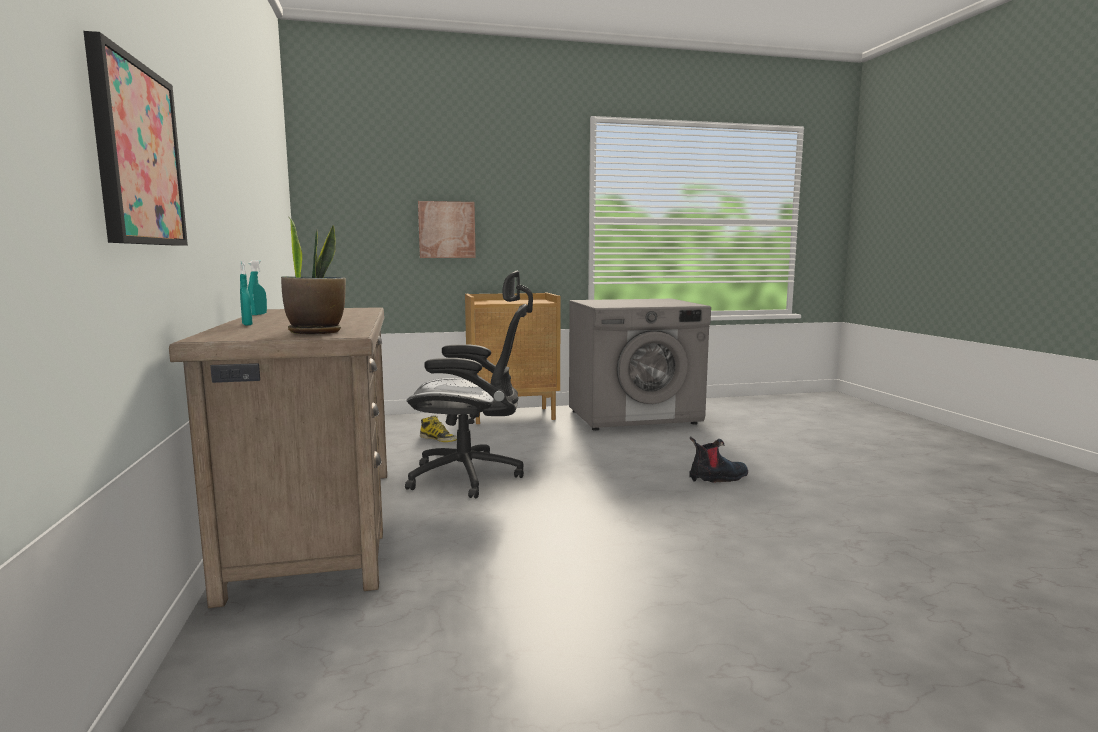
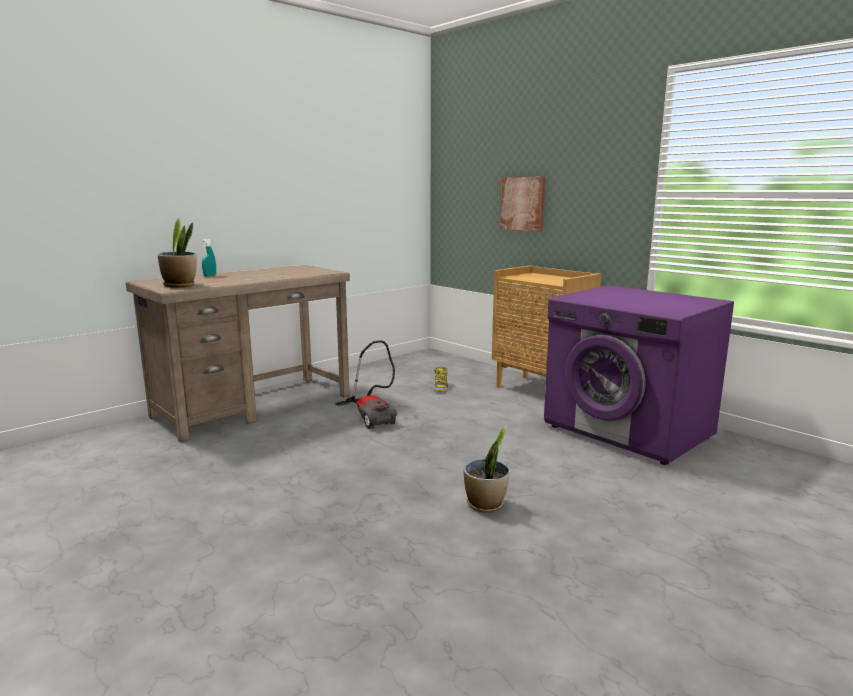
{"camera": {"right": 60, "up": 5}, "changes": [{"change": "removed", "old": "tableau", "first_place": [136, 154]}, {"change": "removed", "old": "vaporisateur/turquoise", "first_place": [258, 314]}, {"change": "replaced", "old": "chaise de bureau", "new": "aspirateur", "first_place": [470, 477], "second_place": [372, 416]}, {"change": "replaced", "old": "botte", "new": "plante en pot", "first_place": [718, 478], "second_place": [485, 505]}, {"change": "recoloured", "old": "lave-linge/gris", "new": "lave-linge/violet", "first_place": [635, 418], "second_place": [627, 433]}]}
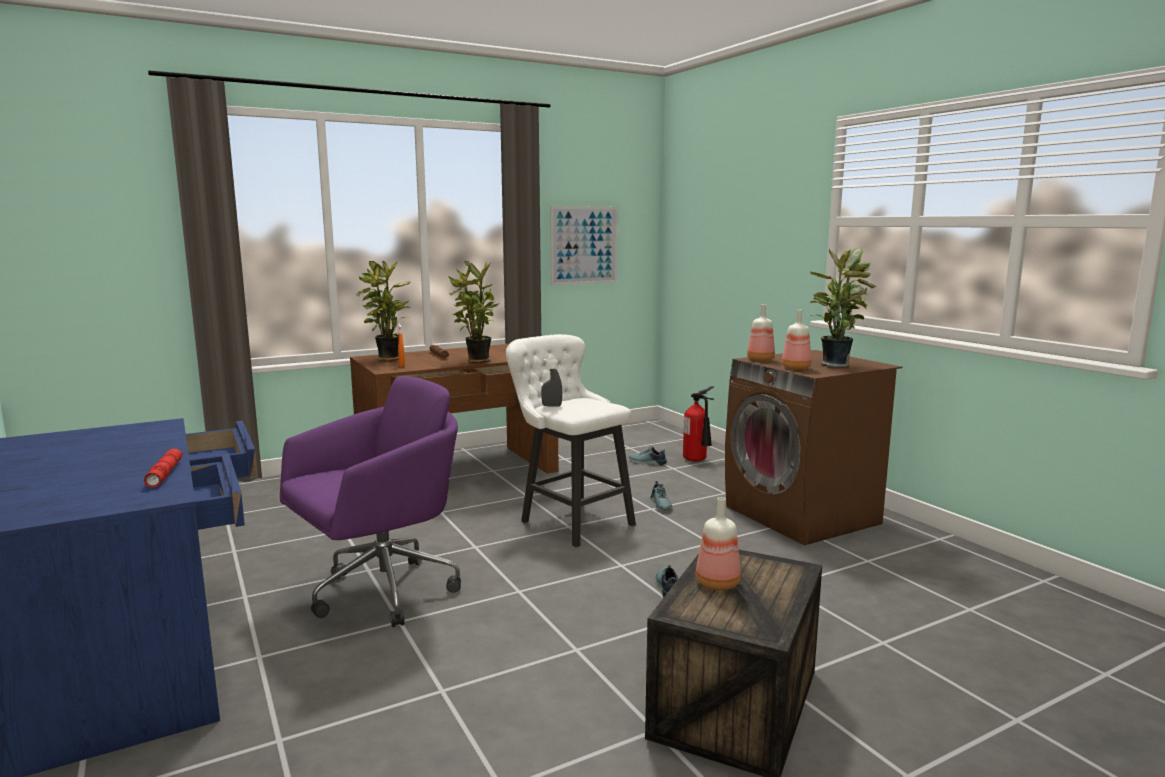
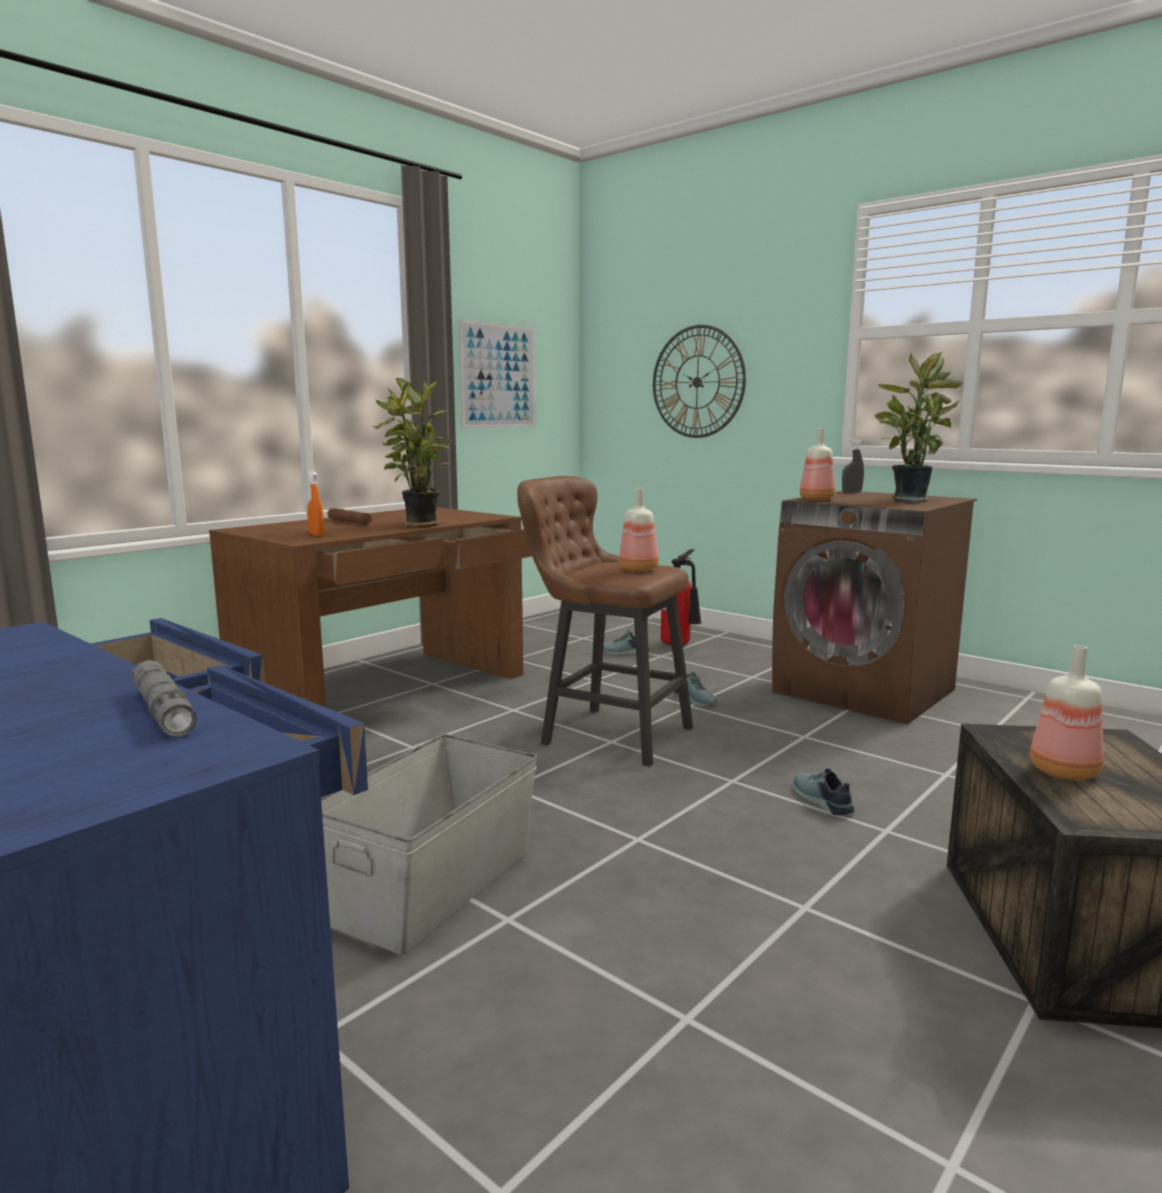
{"camera": {"right": -20, "up": 0}, "changes": [{"change": "removed", "old": "plante en pot", "first_place": [388, 359]}, {"change": "added", "new": "horloge murale", "second_place": [697, 382]}, {"change": "moved", "old": "vaporisateur/gris", "first_place": [551, 406], "second_place": [851, 492]}, {"change": "moved", "old": "bouteille", "first_place": [796, 368], "second_place": [638, 569]}, {"change": "replaced", "old": "chaise de bureau/violet", "new": "boîte de rangement/gris", "first_place": [378, 595], "second_place": [435, 885]}, {"change": "recoloured", "old": "lampe de poche/rouge", "new": "lampe de poche/gris", "first_place": [165, 474], "second_place": [163, 710]}, {"change": "recoloured", "old": "tabouret/blanc", "new": "tabouret/marron", "first_place": [569, 519], "second_place": [601, 732]}]}
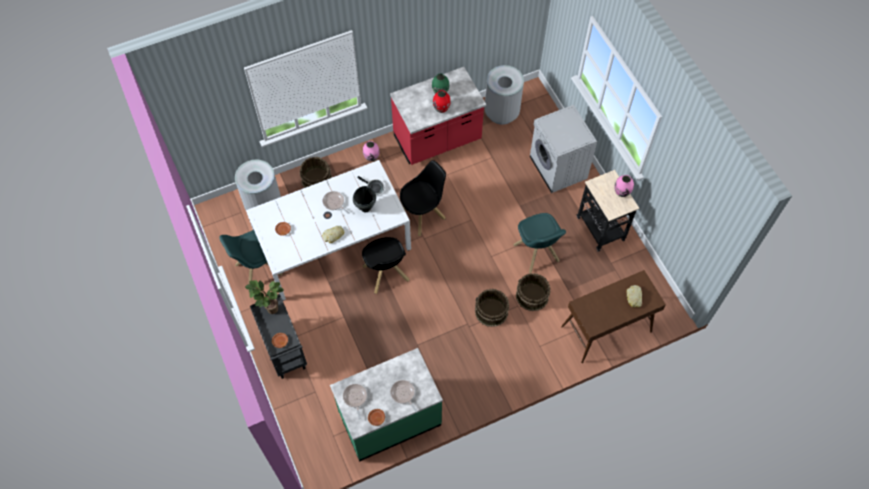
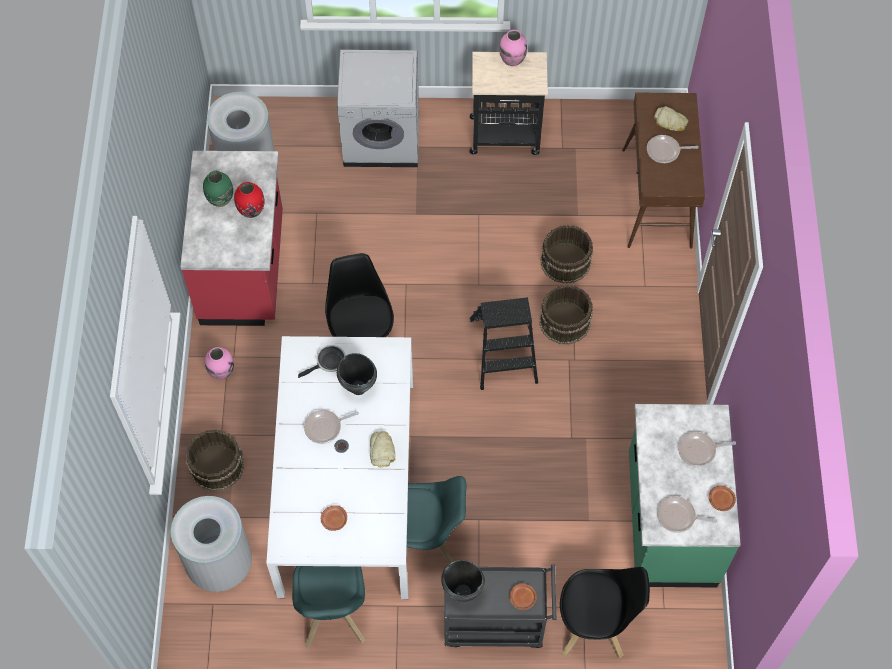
{"camera": {"right": -65, "up": 0}, "changes": [{"change": "added", "new": "escabeau/noir", "second_place": [503, 350]}, {"change": "added", "new": "poêle", "second_place": [665, 151]}, {"change": "moved", "old": "chaise/noir", "first_place": [386, 274], "second_place": [594, 625]}, {"change": "moved", "old": "chaise/turquoise", "first_place": [536, 253], "second_place": [426, 541]}, {"change": "replaced", "old": "plante en pot", "new": "marmite/noir", "first_place": [271, 310], "second_place": [462, 593]}]}
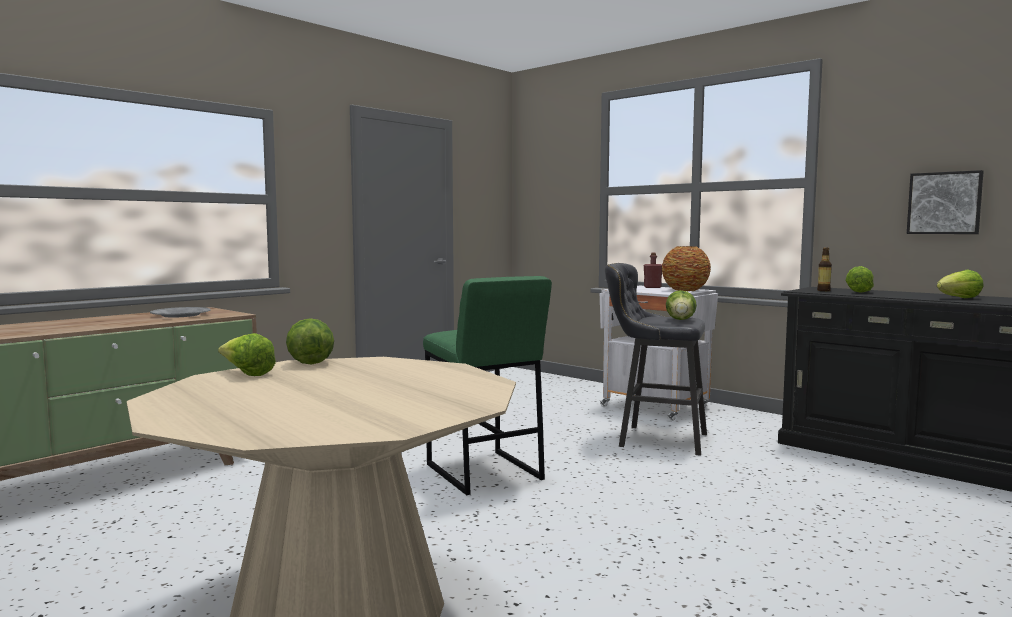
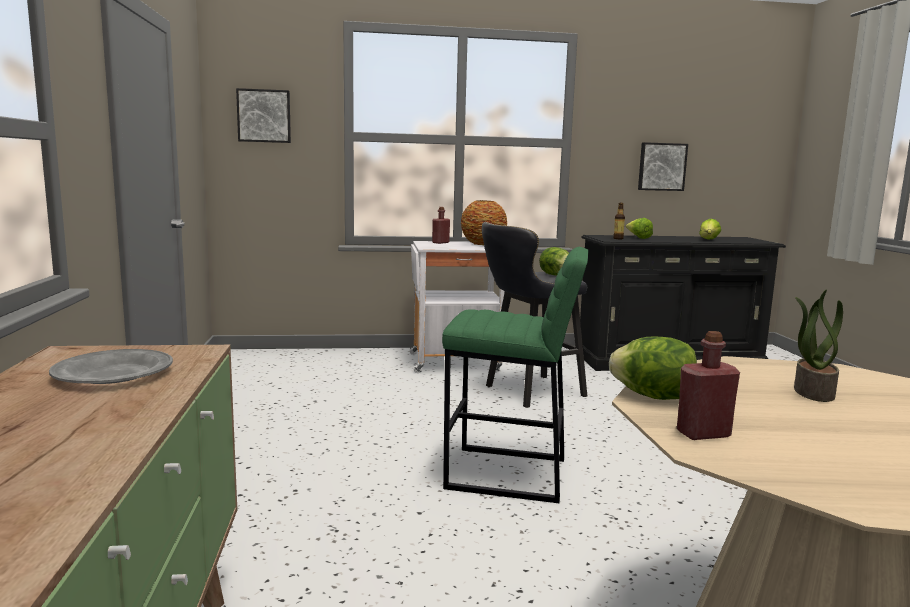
{"camera": {"right": -50, "up": 5}, "changes": [{"change": "added", "new": "tableau", "second_place": [264, 116]}, {"change": "added", "new": "plante en pot", "second_place": [812, 392]}, {"change": "replaced", "old": "laitue", "new": "bouteille/rouge", "first_place": [246, 374], "second_place": [703, 434]}]}
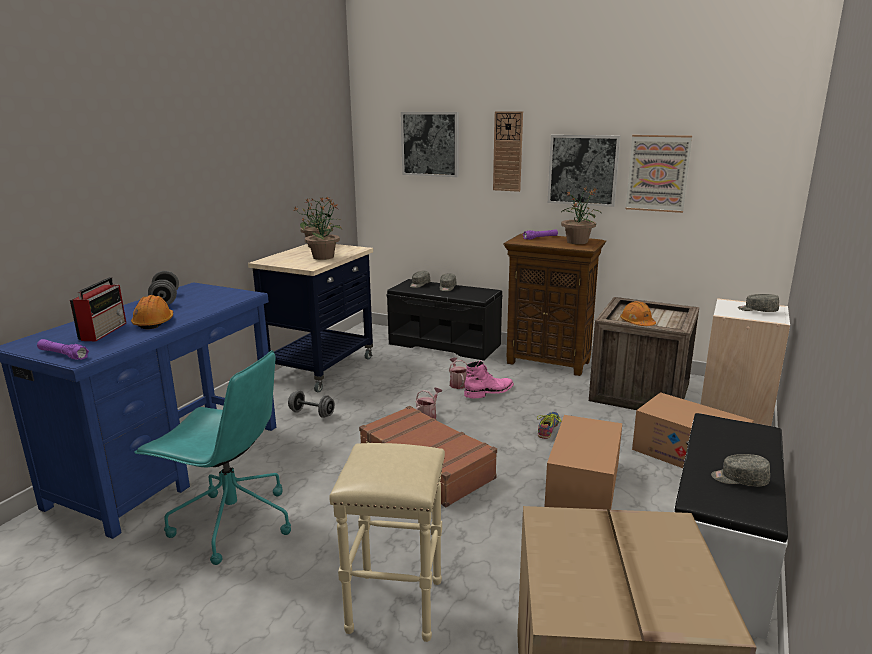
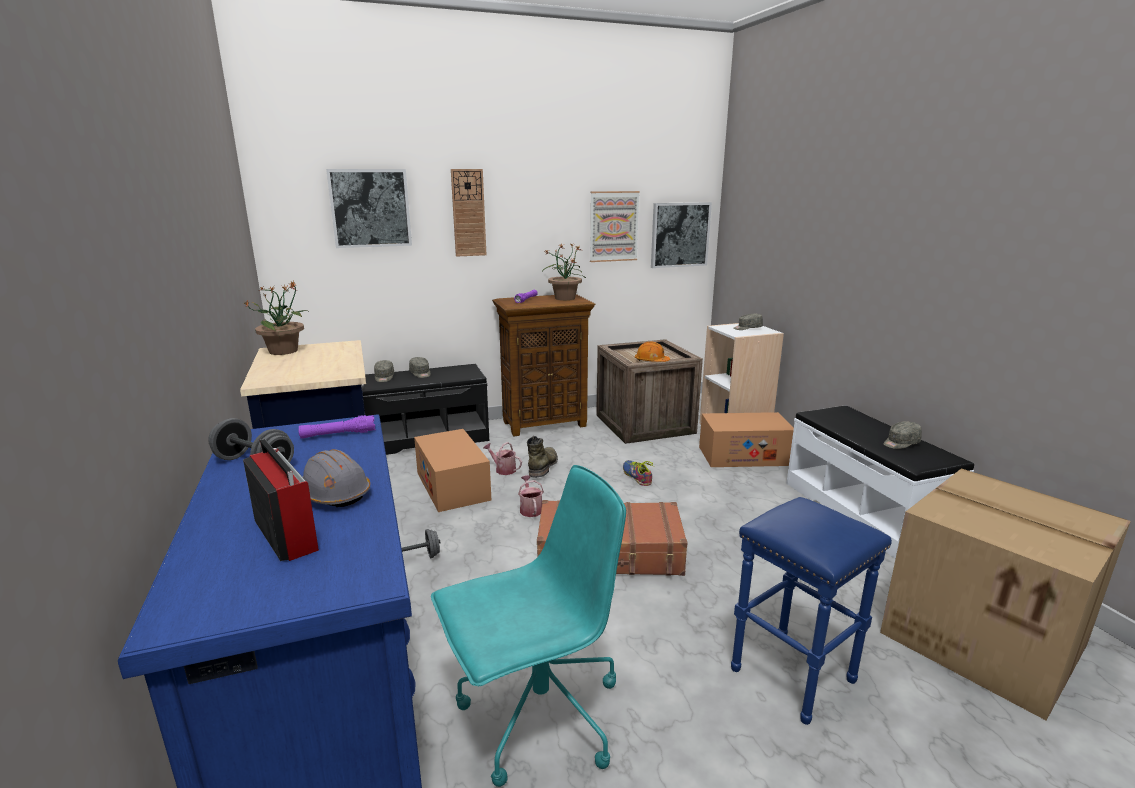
{"camera": {"right": -45, "up": 0}, "changes": [{"change": "removed", "old": "plante en pot", "first_place": [324, 257]}, {"change": "moved", "old": "lampe de poche/violet", "first_place": [63, 355], "second_place": [338, 434]}, {"change": "moved", "old": "carton", "first_place": [583, 484], "second_place": [453, 486]}, {"change": "moved", "old": "tableau", "first_place": [583, 170], "second_place": [680, 234]}, {"change": "recoloured", "old": "casque de chantier/orange", "new": "casque de chantier/gris", "first_place": [154, 322], "second_place": [334, 494]}, {"change": "recoloured", "old": "tabouret/beige", "new": "tabouret/bleu", "first_place": [393, 606], "second_place": [793, 677]}, {"change": "recoloured", "old": "botte/rose", "new": "botte/vert", "first_place": [489, 392], "second_place": [543, 466]}]}
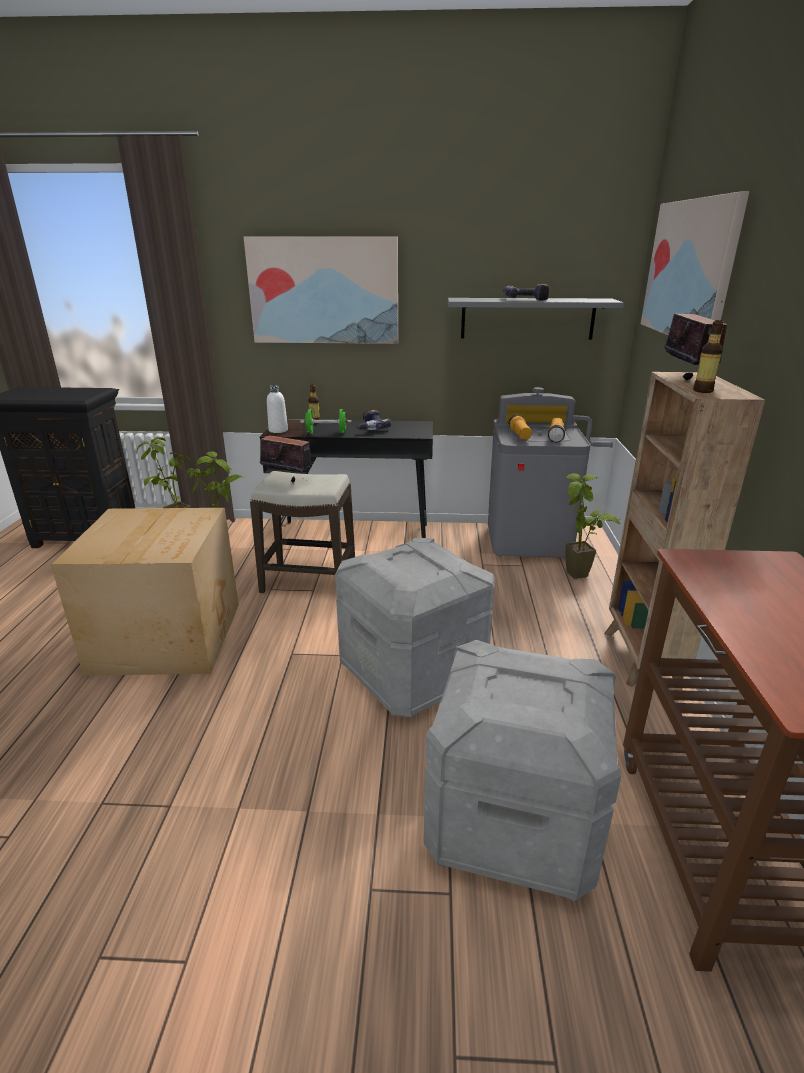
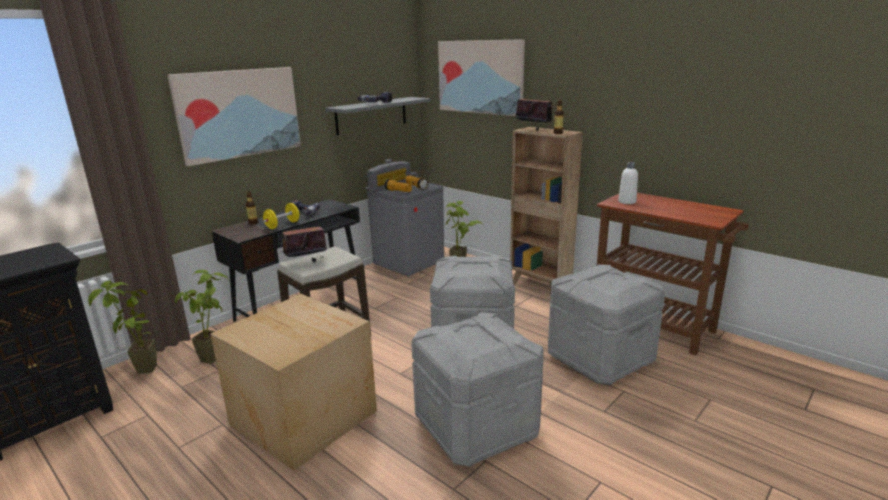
{"camera": {"right": -50, "up": -5}, "changes": [{"change": "added", "new": "boîte de rangement/gris", "second_place": [477, 428]}, {"change": "moved", "old": "bouteille/blanc", "first_place": [278, 430], "second_place": [627, 202]}, {"change": "recoloured", "old": "haltère/vert", "new": "haltère/jaune", "first_place": [326, 433], "second_place": [282, 225]}]}
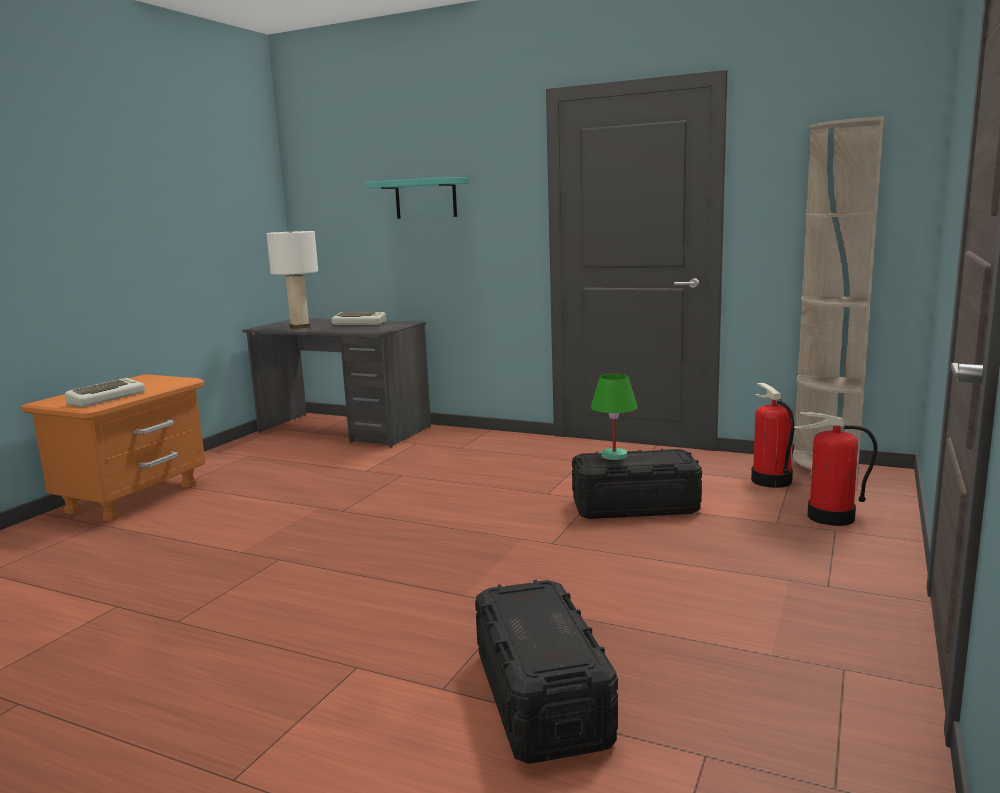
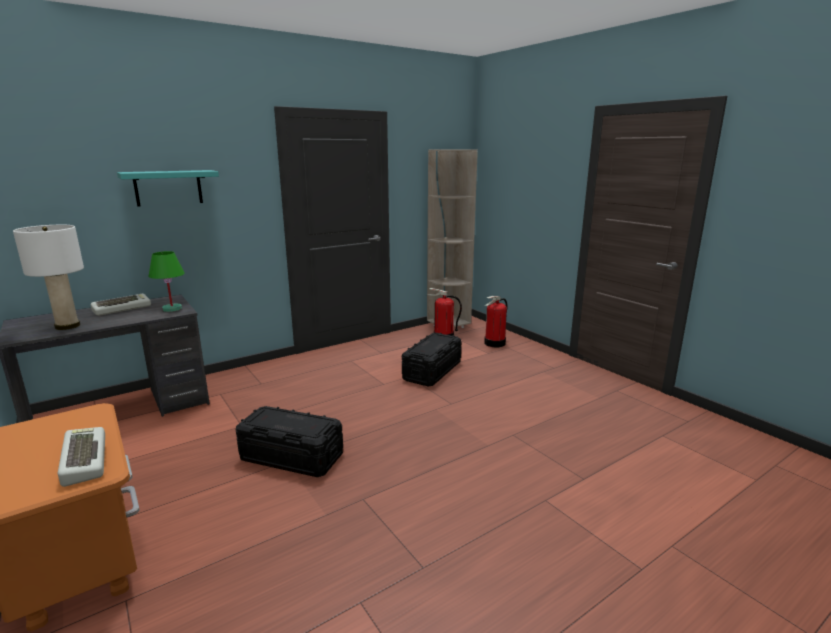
{"camera": {"right": -60, "up": 5}, "changes": [{"change": "moved", "old": "boîte de rangement/noir", "first_place": [541, 697], "second_place": [291, 457]}, {"change": "moved", "old": "lampe de table/vert", "first_place": [614, 455], "second_place": [172, 308]}]}
